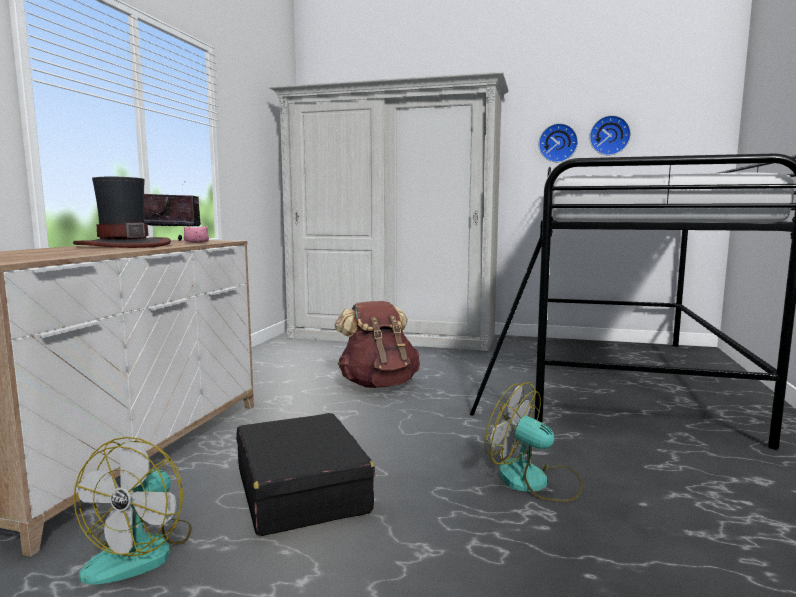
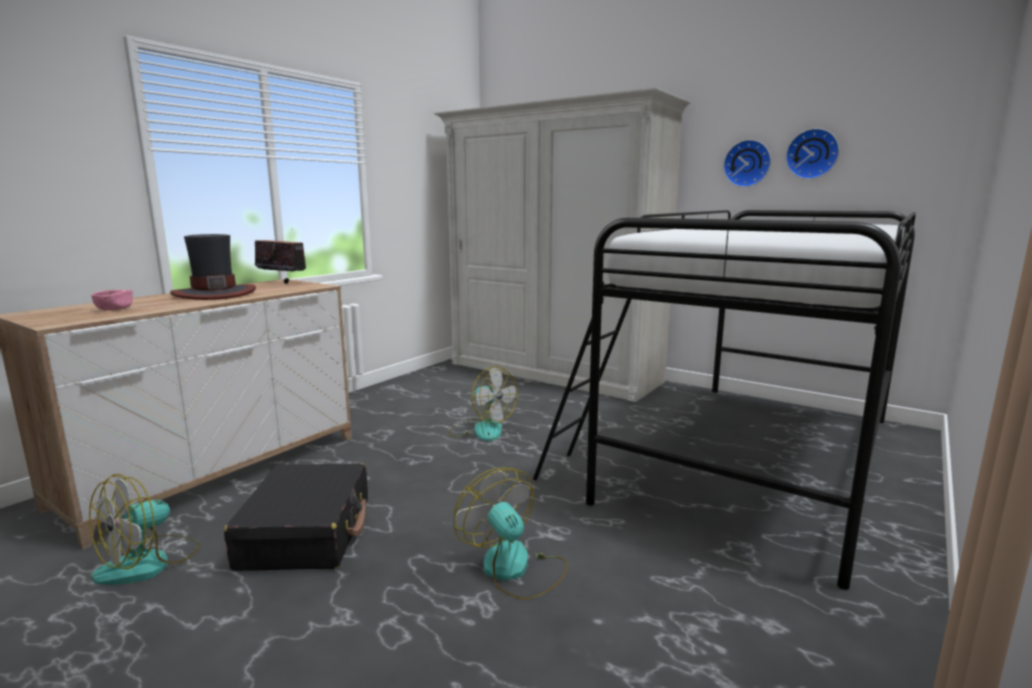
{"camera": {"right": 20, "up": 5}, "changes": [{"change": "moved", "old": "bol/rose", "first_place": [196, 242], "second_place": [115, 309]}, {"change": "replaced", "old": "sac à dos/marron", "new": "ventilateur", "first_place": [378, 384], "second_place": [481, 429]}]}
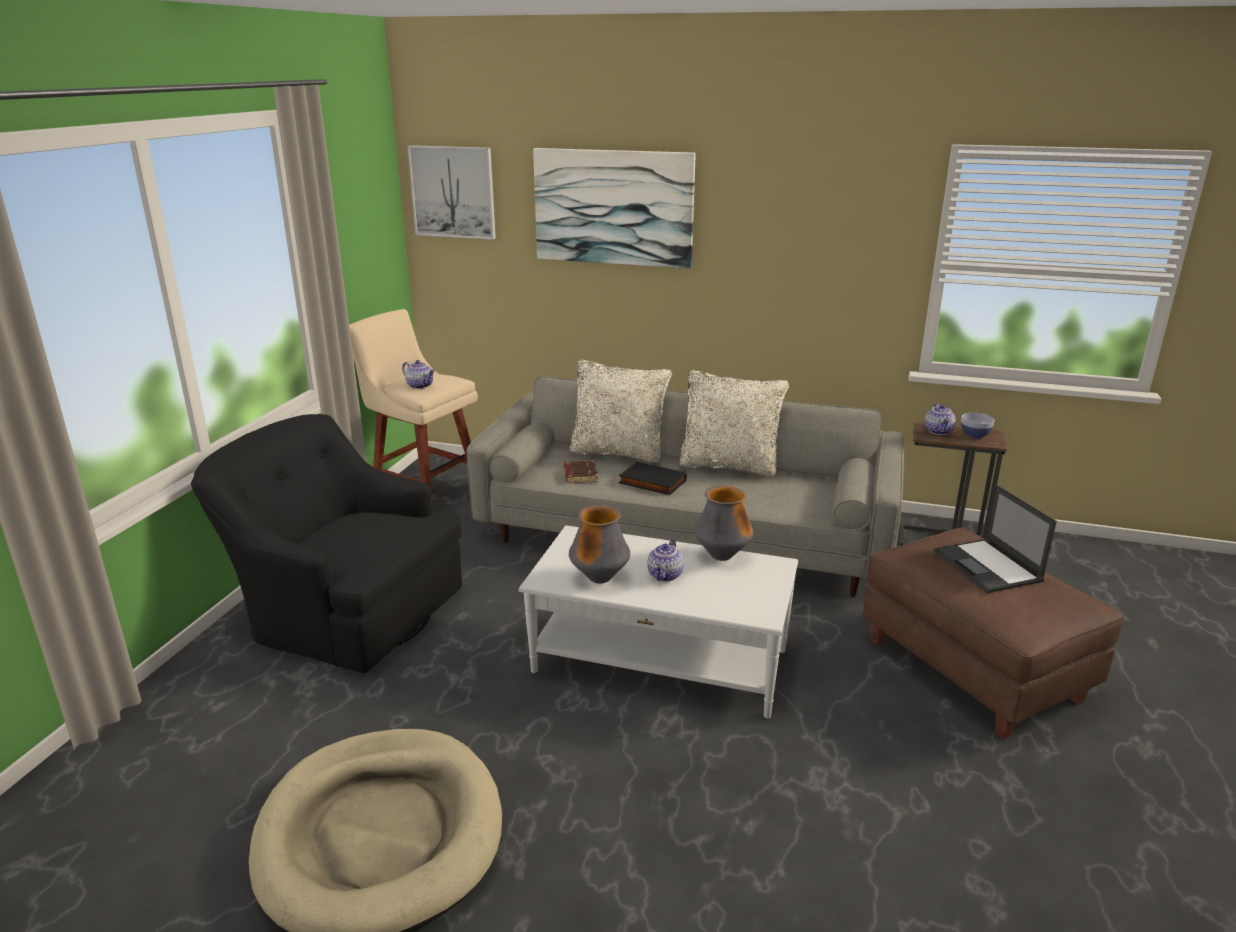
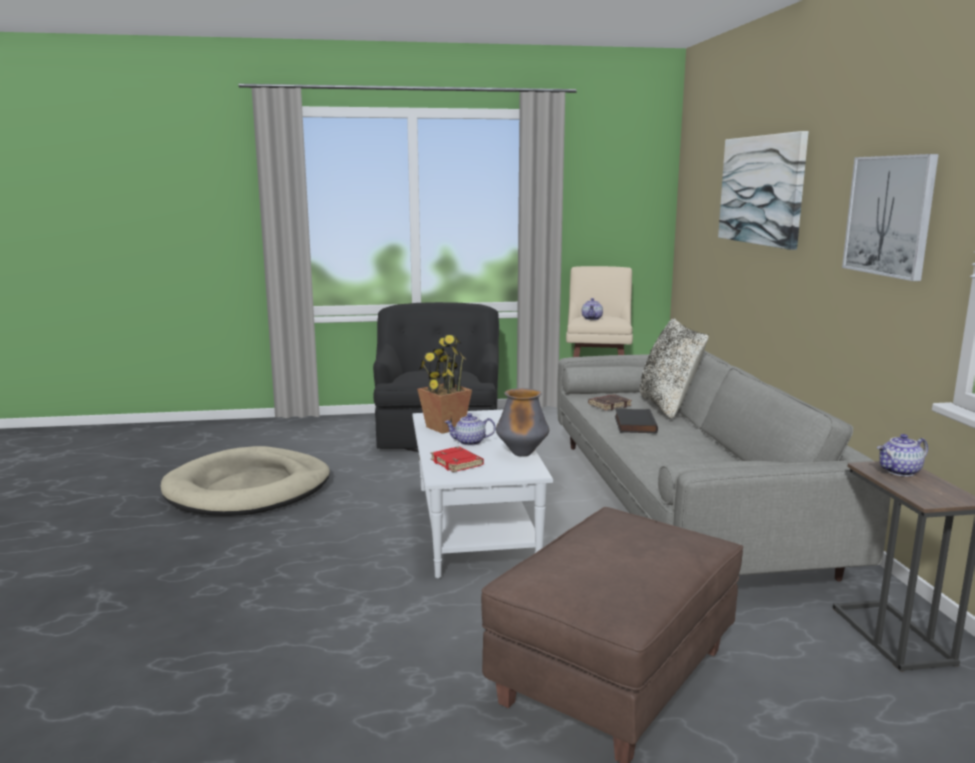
{"camera": {"right": 65, "up": -10}, "changes": [{"change": "removed", "old": "coussin/beige", "first_place": [729, 468]}, {"change": "removed", "old": "ordinateur portable", "first_place": [988, 567]}, {"change": "removed", "old": "bol", "first_place": [974, 435]}, {"change": "added", "new": "livre/rouge", "second_place": [457, 463]}, {"change": "moved", "old": "tableau", "first_place": [453, 192], "second_place": [890, 215]}, {"change": "replaced", "old": "vase", "new": "plante en pot", "first_place": [600, 578], "second_place": [444, 427]}]}
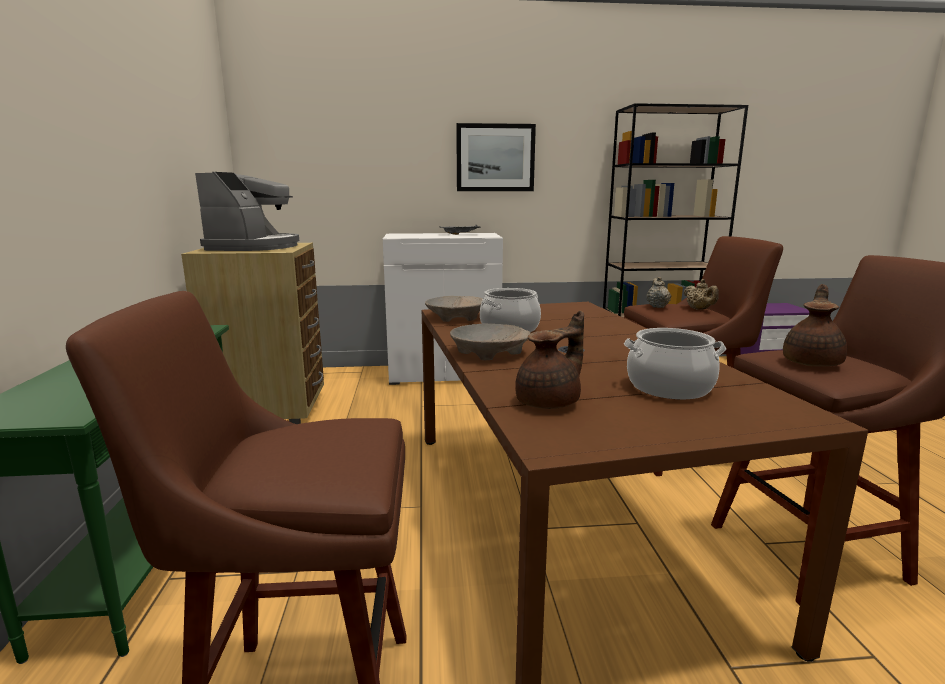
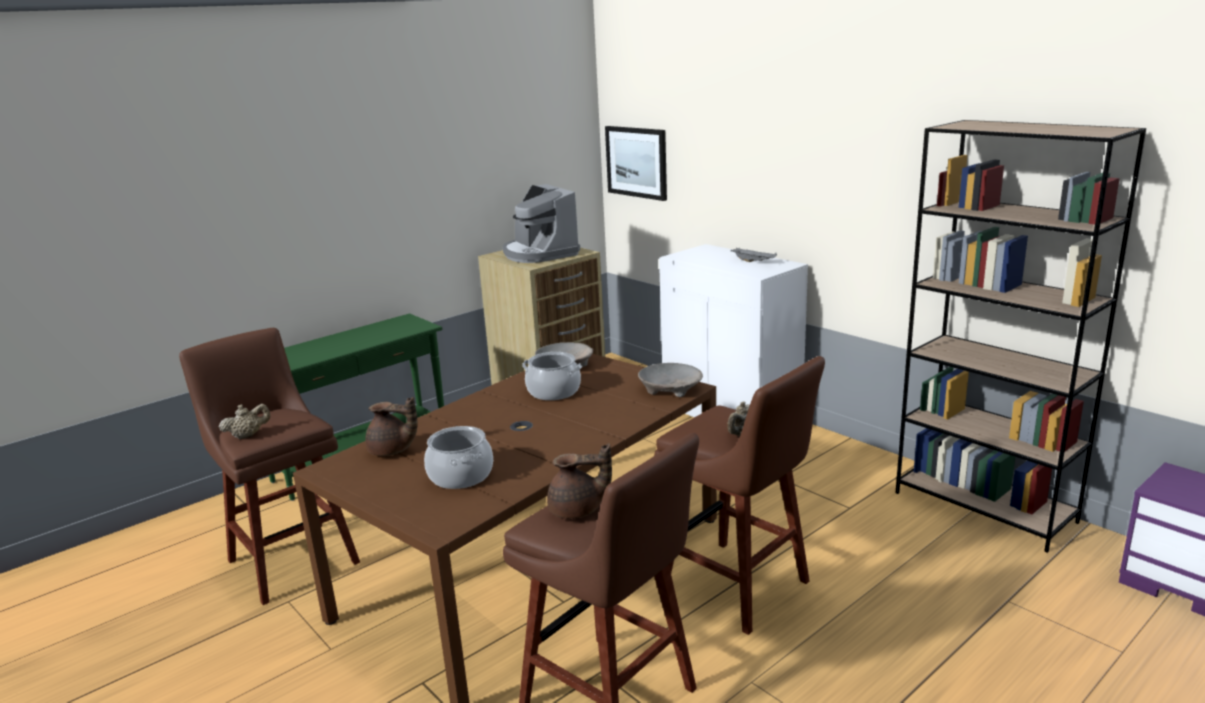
{"camera": {"right": 55, "up": 5}, "changes": [{"change": "moved", "old": "bol/beige", "first_place": [488, 352], "second_place": [670, 389]}, {"change": "moved", "old": "tableau", "first_place": [495, 158], "second_place": [637, 162]}, {"change": "moved", "old": "théière/beige", "first_place": [657, 306], "second_place": [248, 436]}, {"change": "turned", "old": "machine à café", "first_place": [254, 247], "second_place": [539, 253], "degrees": 90}]}
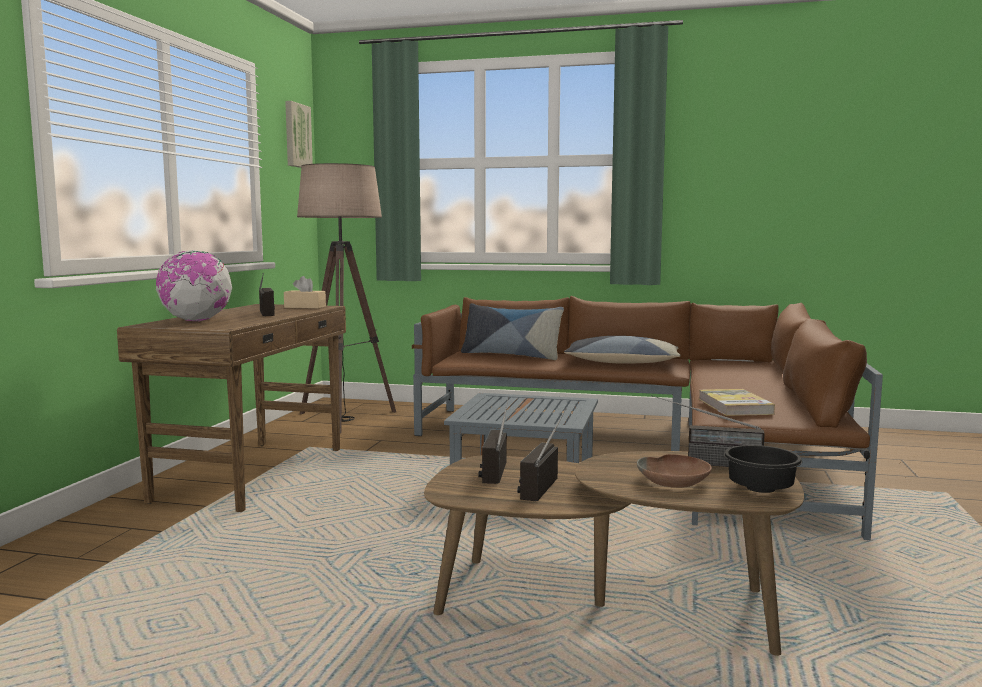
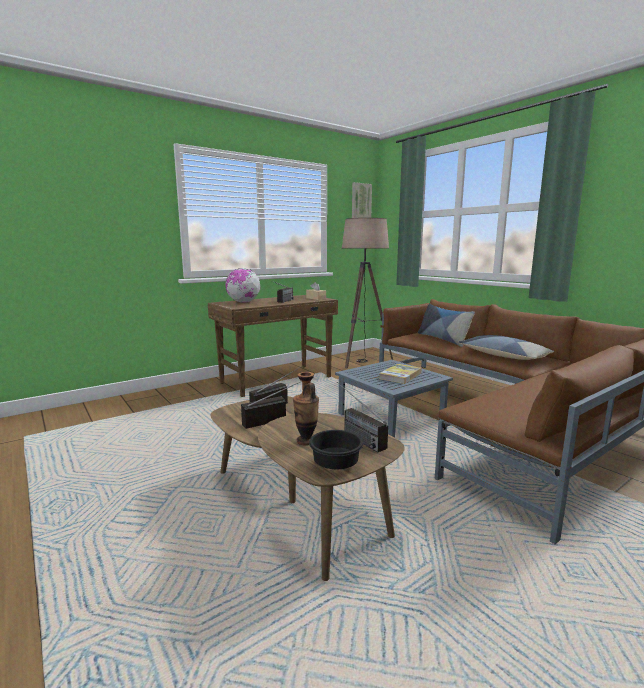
{"camera": {"right": 40, "up": 5}, "changes": [{"change": "moved", "old": "livre", "first_place": [734, 406], "second_place": [400, 376]}, {"change": "replaced", "old": "bol/marron", "new": "vase", "first_place": [675, 481], "second_place": [306, 441]}]}
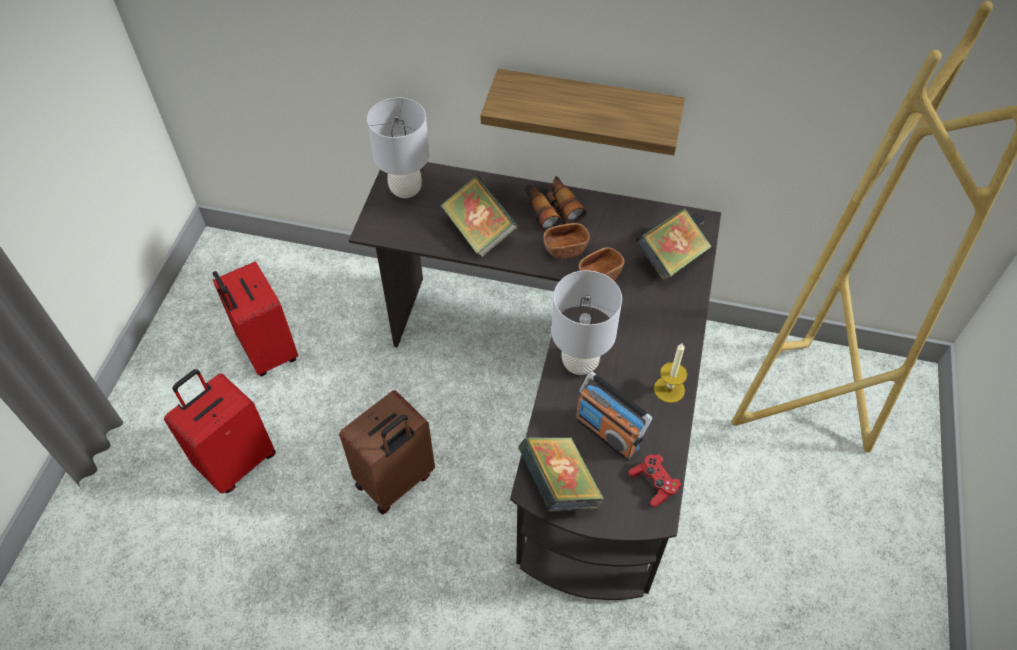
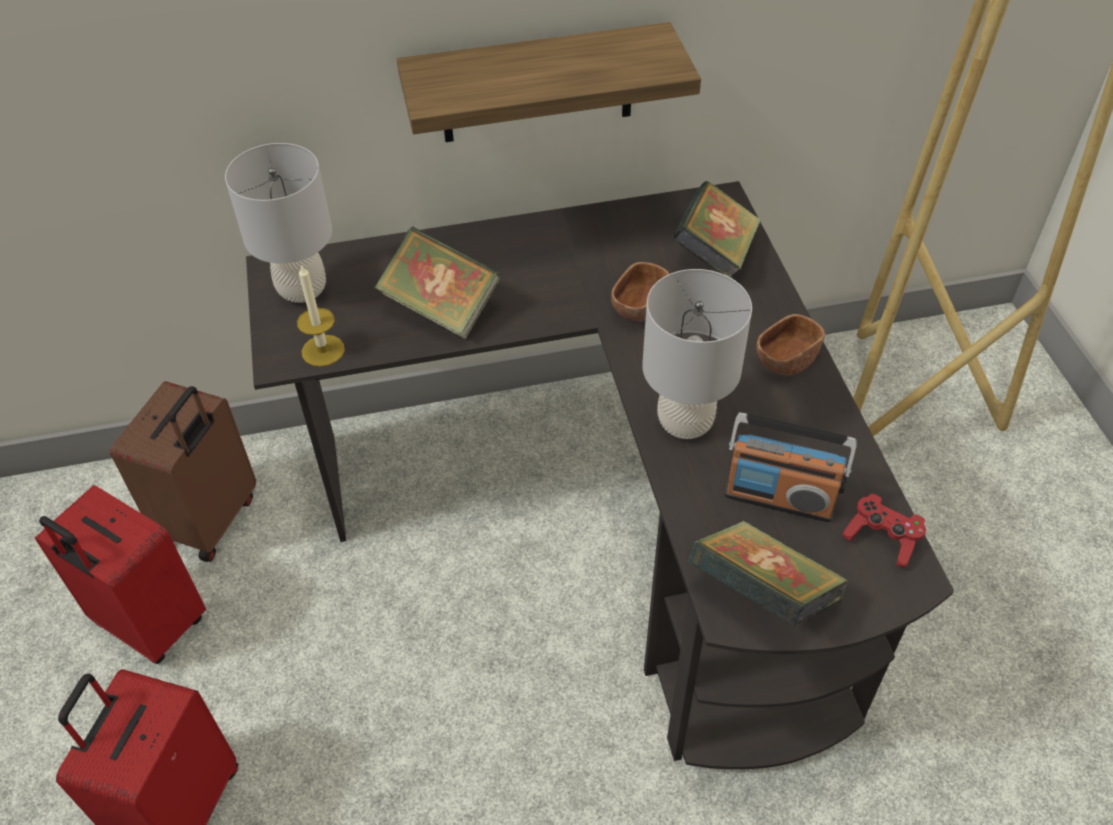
{"camera": {"right": -25, "up": -5}, "changes": [{"change": "removed", "old": "jumelles", "first_place": [552, 208]}, {"change": "moved", "old": "valise/marron", "first_place": [396, 481], "second_place": [211, 521]}, {"change": "moved", "old": "bol/marron", "first_place": [565, 249], "second_place": [786, 359]}, {"change": "moved", "old": "bougie", "first_place": [669, 389], "second_place": [323, 350]}]}
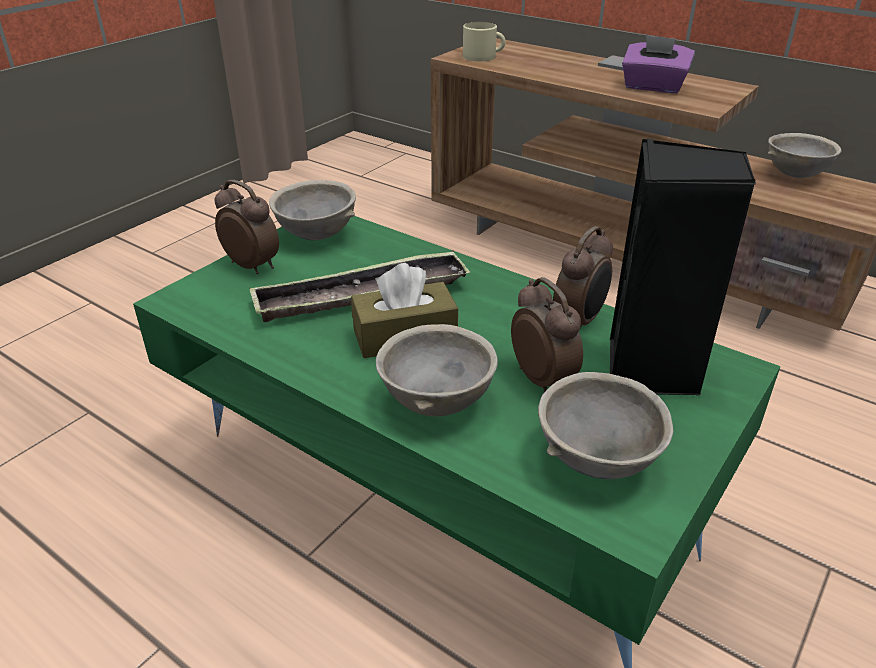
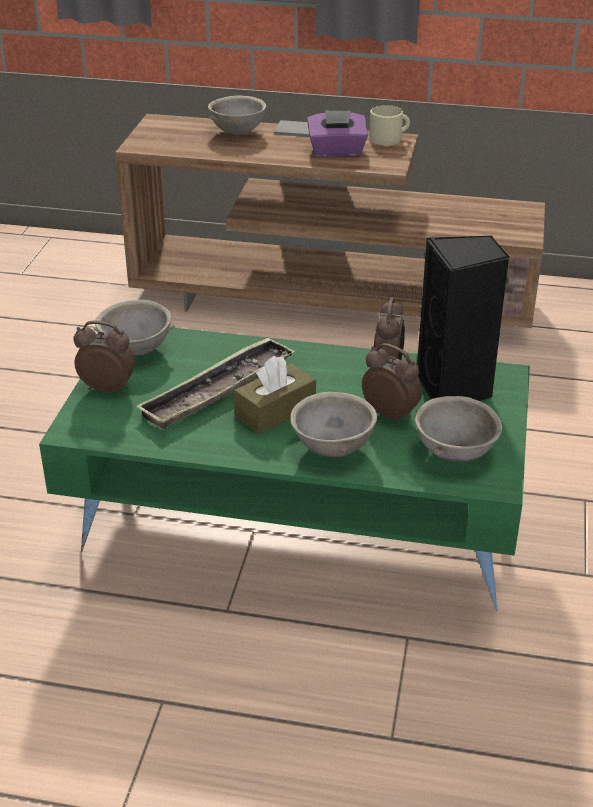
{"camera": {"right": -25, "up": 0}, "changes": [{"change": "moved", "old": "mug/beige", "first_place": [483, 57], "second_place": [389, 138]}, {"change": "moved", "old": "bol/gris", "first_place": [794, 175], "second_place": [237, 132]}]}
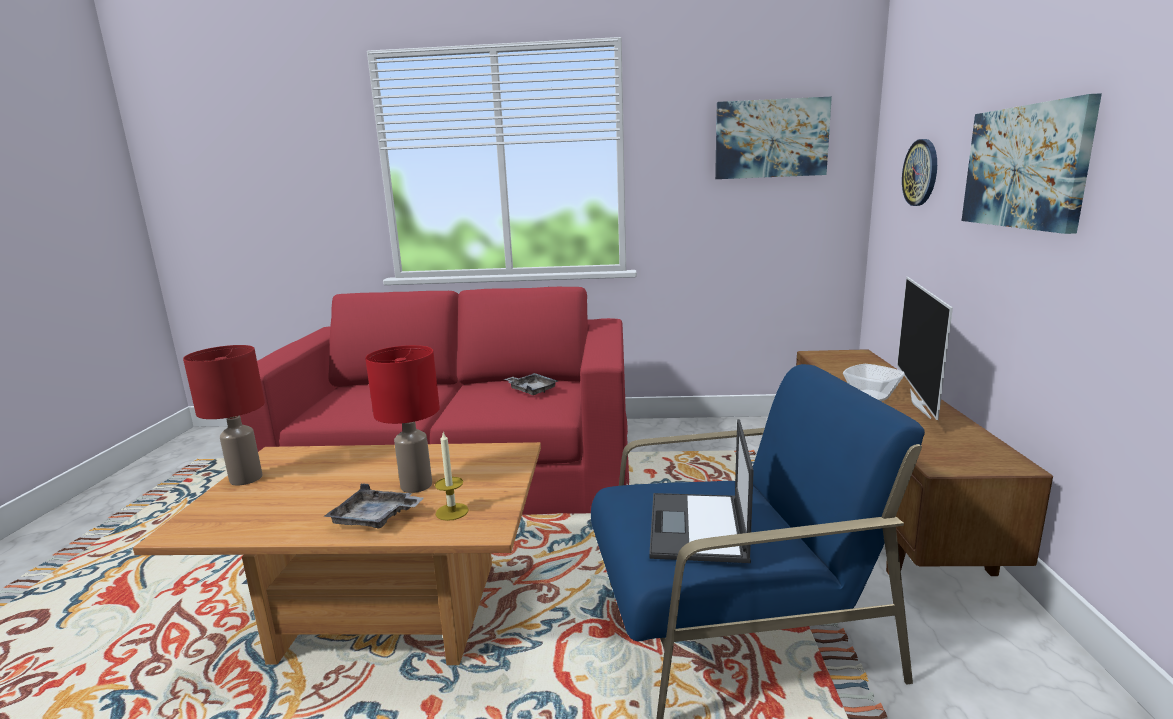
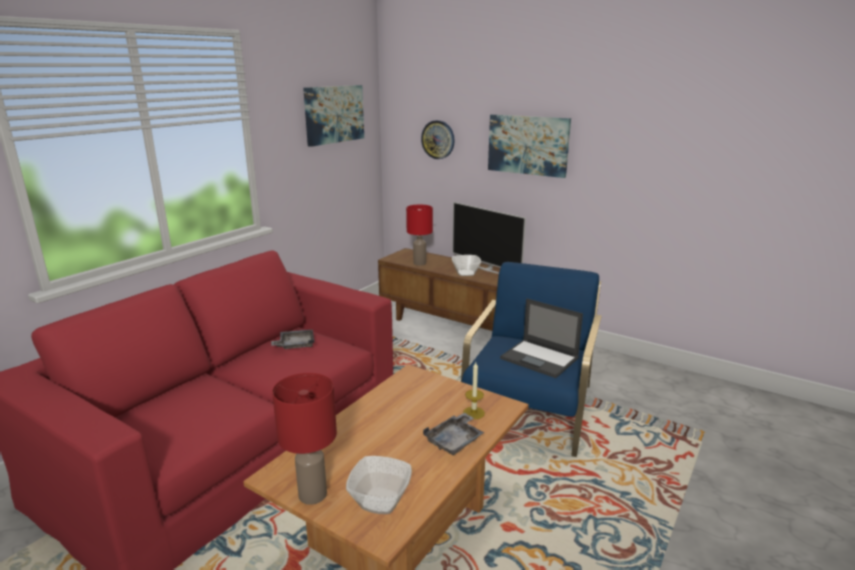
{"camera": {"right": -60, "up": 5}, "changes": [{"change": "added", "new": "bol", "second_place": [381, 501]}, {"change": "moved", "old": "lampe de table/rouge", "first_place": [417, 486], "second_place": [420, 263]}]}
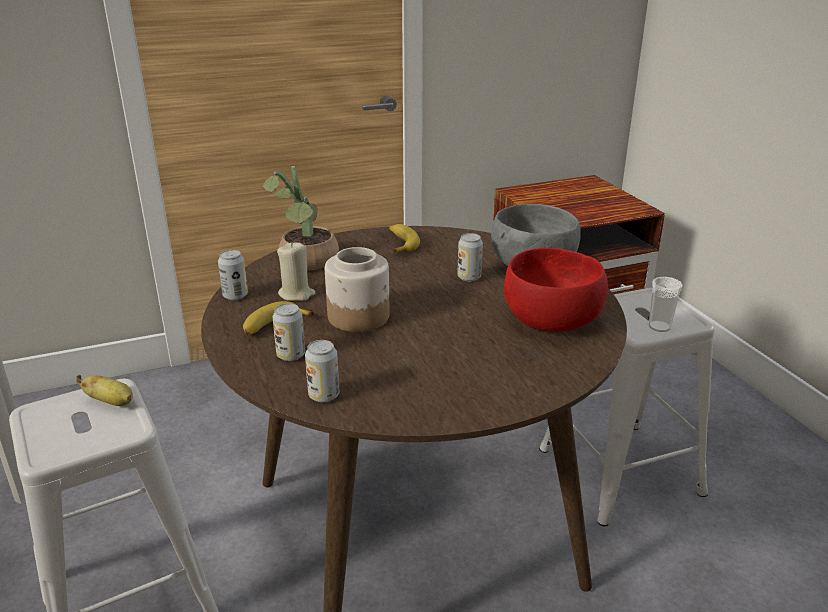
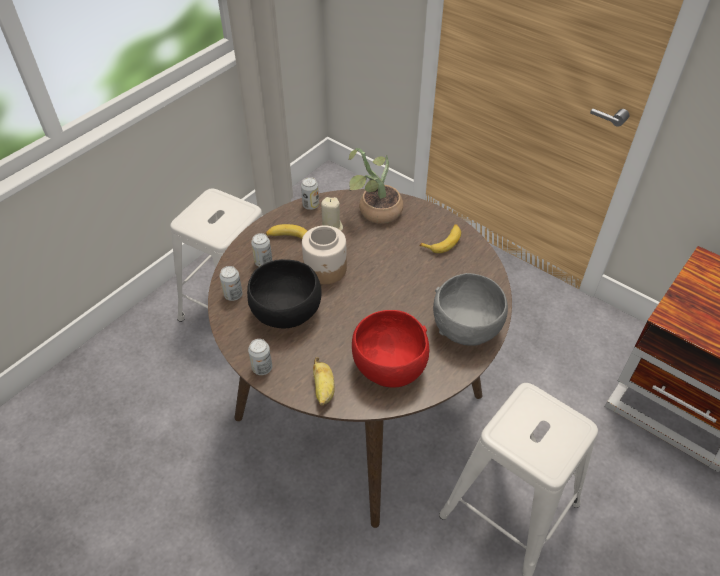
{"camera": {"right": 60, "up": 20}, "changes": [{"change": "removed", "old": "tasse", "first_place": [659, 327]}, {"change": "added", "new": "bol/noir", "second_place": [287, 311]}, {"change": "moved", "old": "banane", "first_place": [111, 402], "second_place": [323, 390]}, {"change": "moved", "old": "boîte métallique", "first_place": [469, 277], "second_place": [262, 368]}]}
